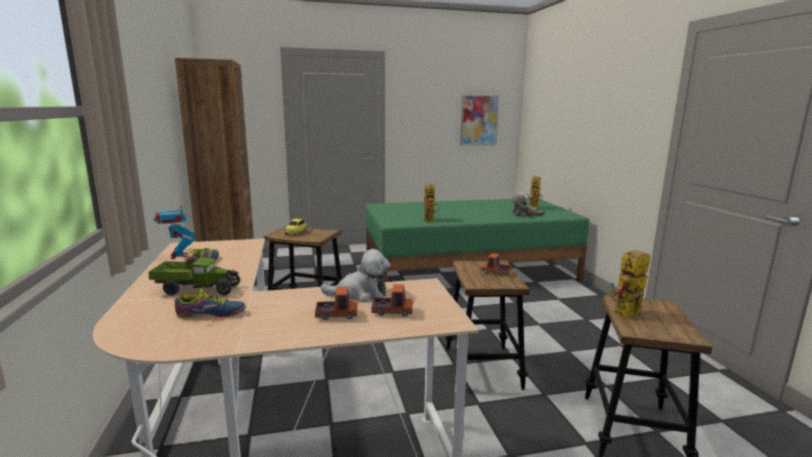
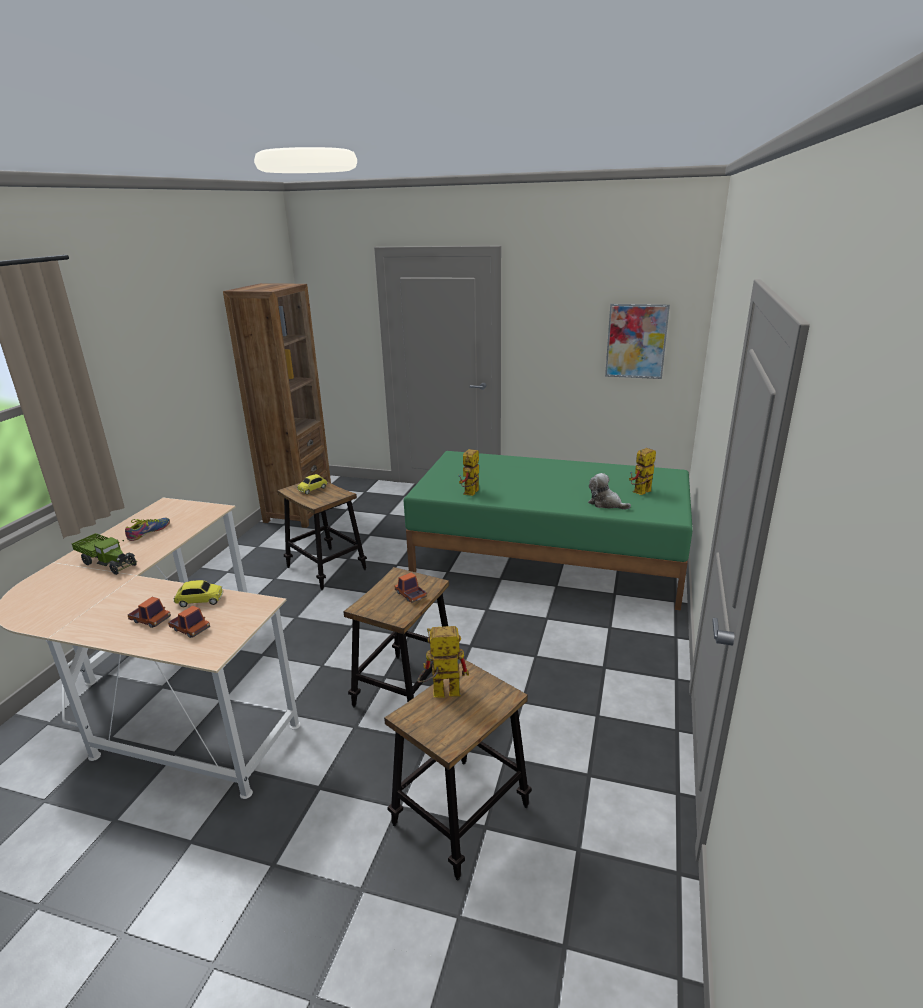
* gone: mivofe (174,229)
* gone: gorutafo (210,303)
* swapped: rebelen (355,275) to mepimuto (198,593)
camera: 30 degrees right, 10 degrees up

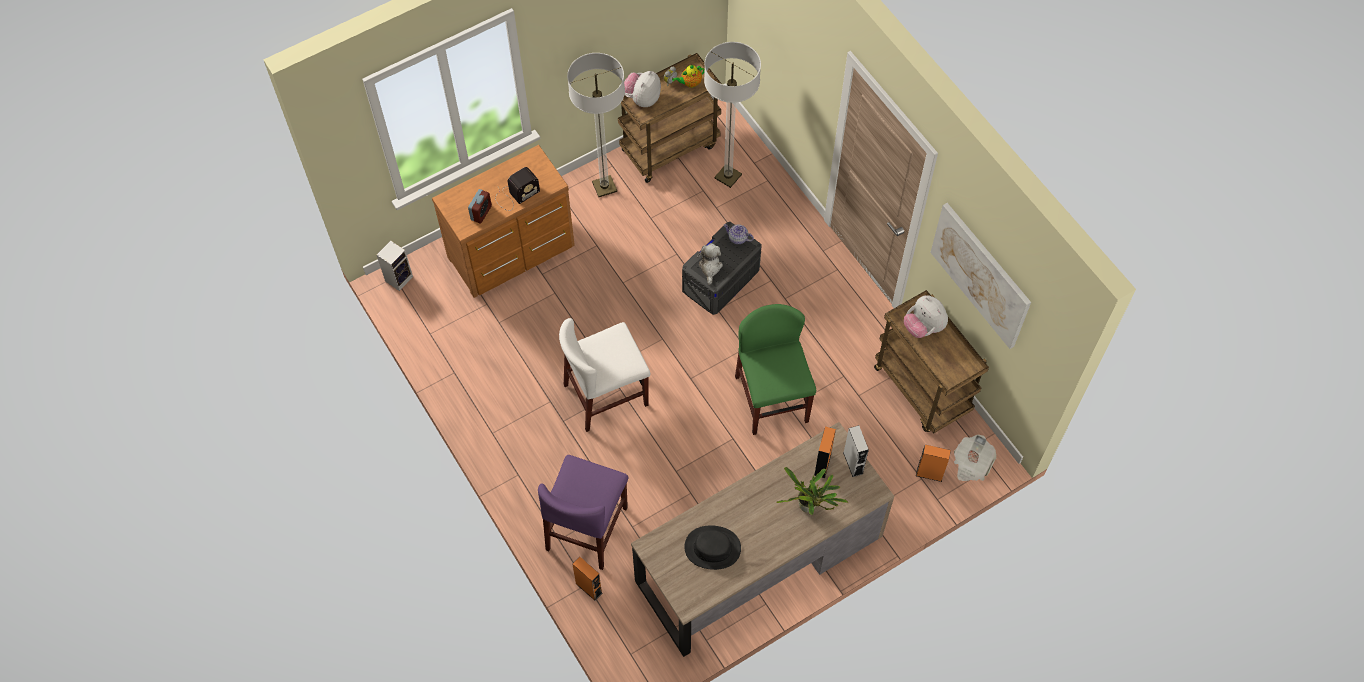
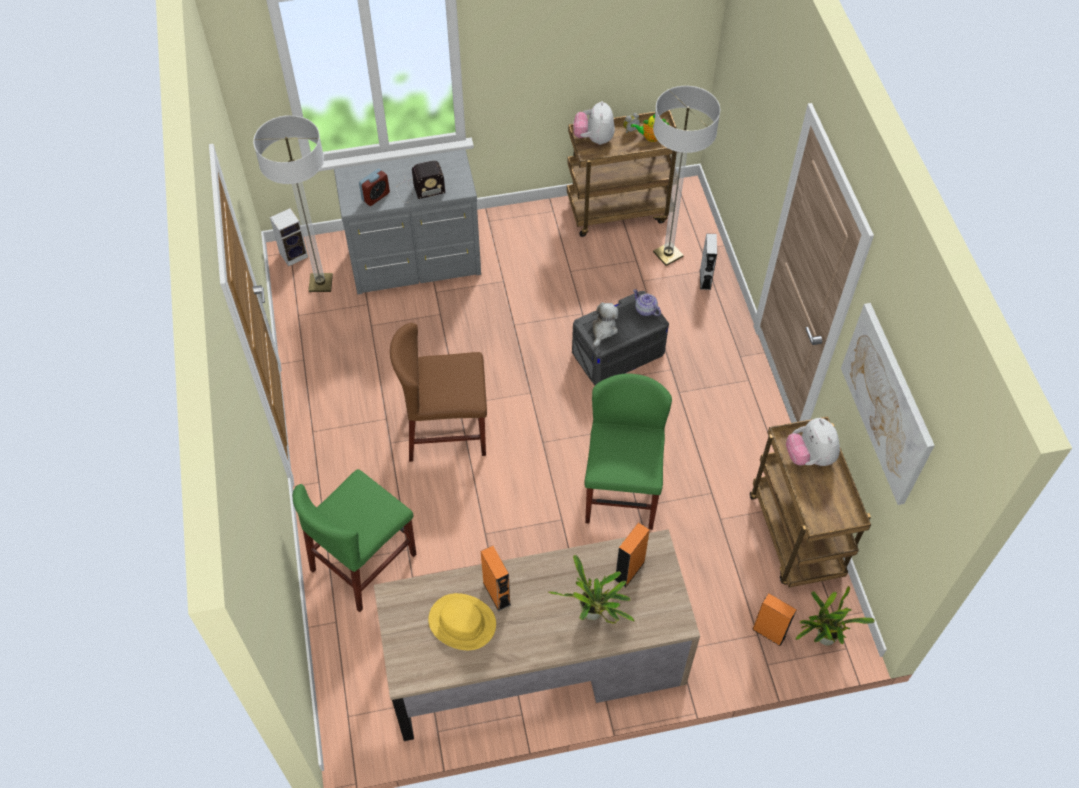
* shifted: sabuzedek (596,125) to (293,203)
* shifted: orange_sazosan (587,579) to (496,578)
* shifted: grey_sazosan (856,451) to (708,261)
* swapped: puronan (975,458) to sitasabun (835,616)
* repainted: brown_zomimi (503,221) to grey_zomimi (407,222)
* repainted: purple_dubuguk (583,512) to green_dubuguk (355,540)
* repainted: white_dubuguk (604,375) to brown_dubuguk (438,392)
* repainted: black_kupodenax (712,547) to yellow_kupodenax (462,621)
* rotated: rebelen (642,89) = (594,123) 45 degrees counterclockwise
camera: 20 degrees right, 5 degrees down

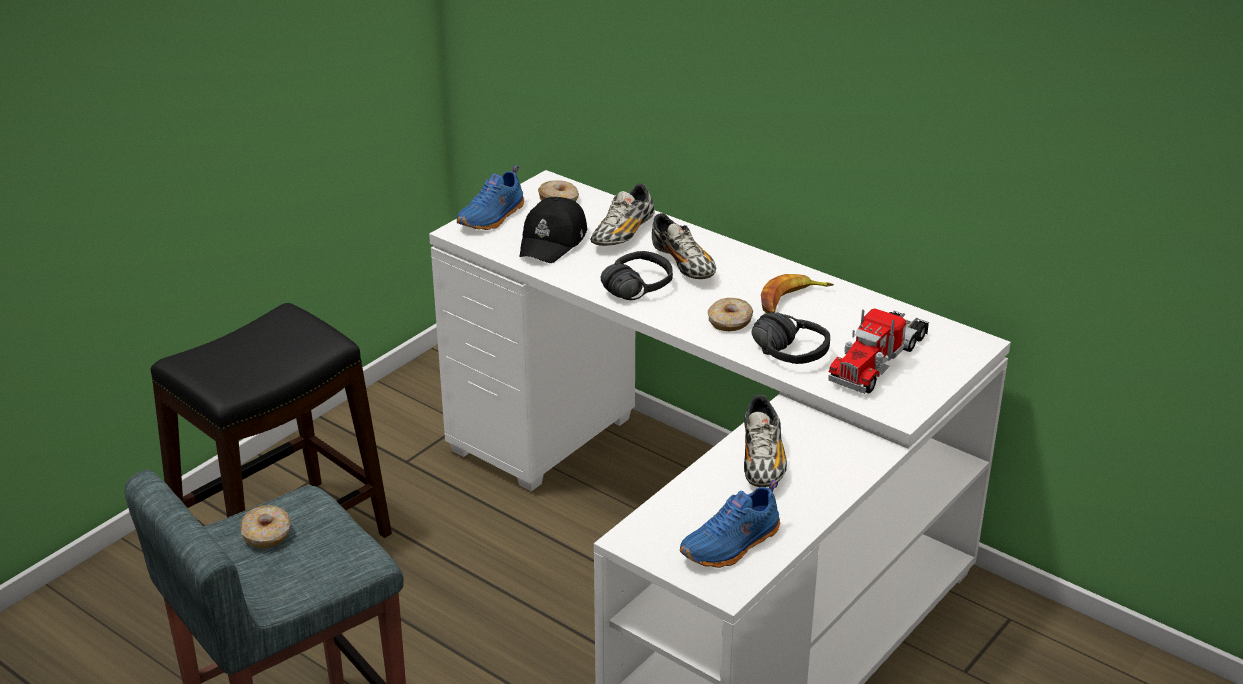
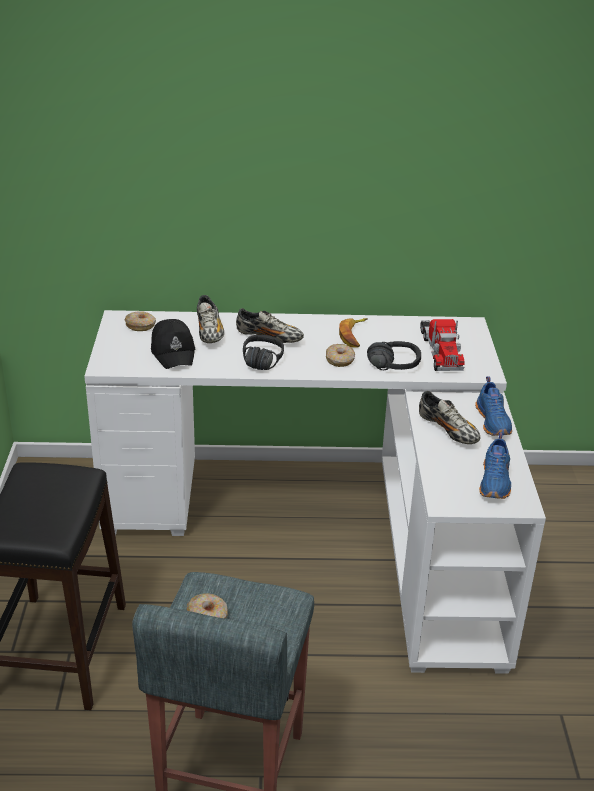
* shifted: blue_gorutafo (490,197) to (493,406)
camera: 40 degrees left, 0 degrees up

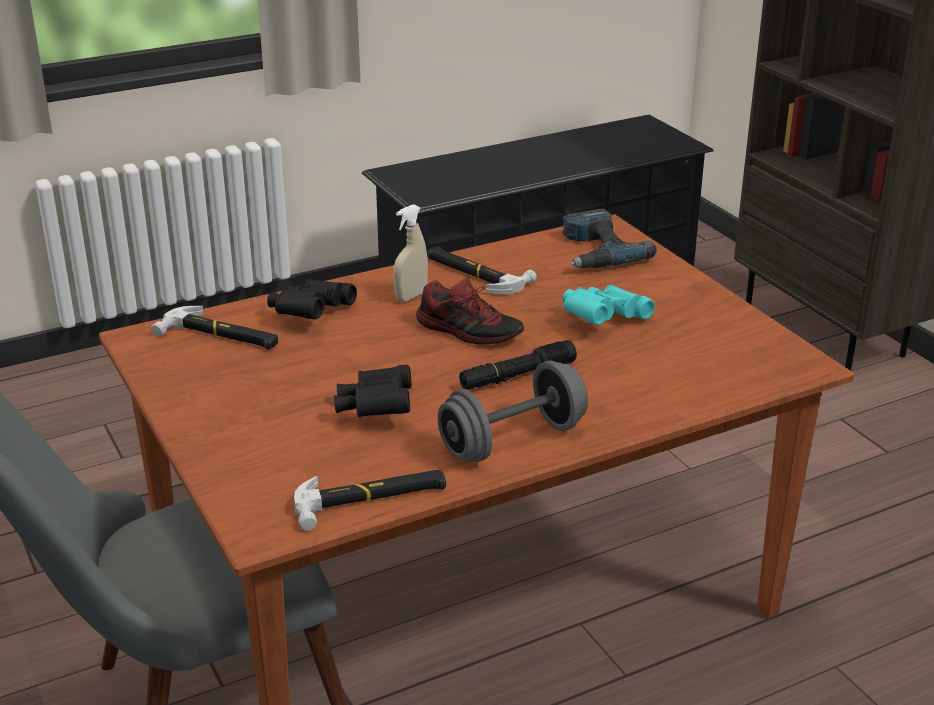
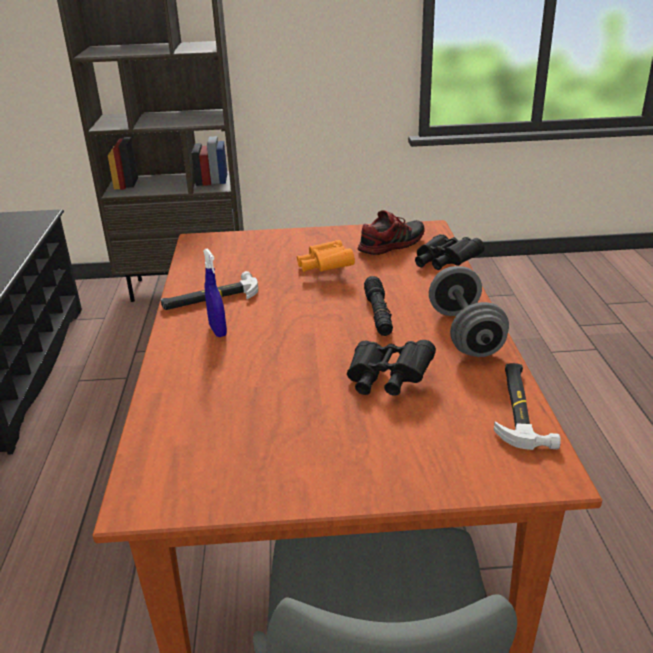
* gone: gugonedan (214,328)
* gone: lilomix (609,238)
* shifted: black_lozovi (312,299) to (450,252)
* shifted: gorutafo (470,311) to (391,232)
* repainted: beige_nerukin (411,253) to blue_nerukin (215,292)
* repainted: turquoise_lozovi (608,305) to orange_lozovi (326,256)
camera: 65 degrees left, 0 degrees up

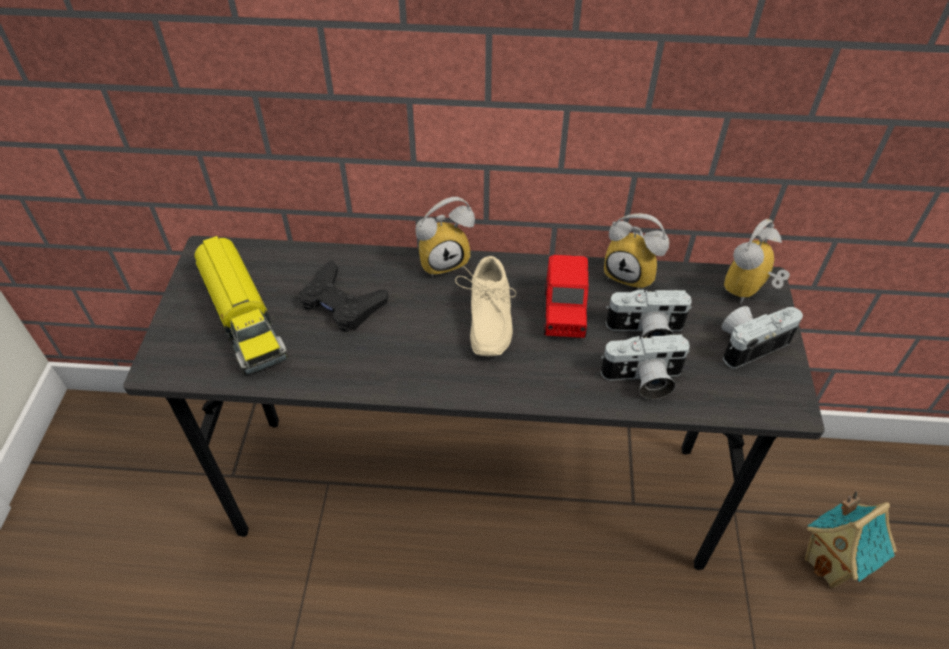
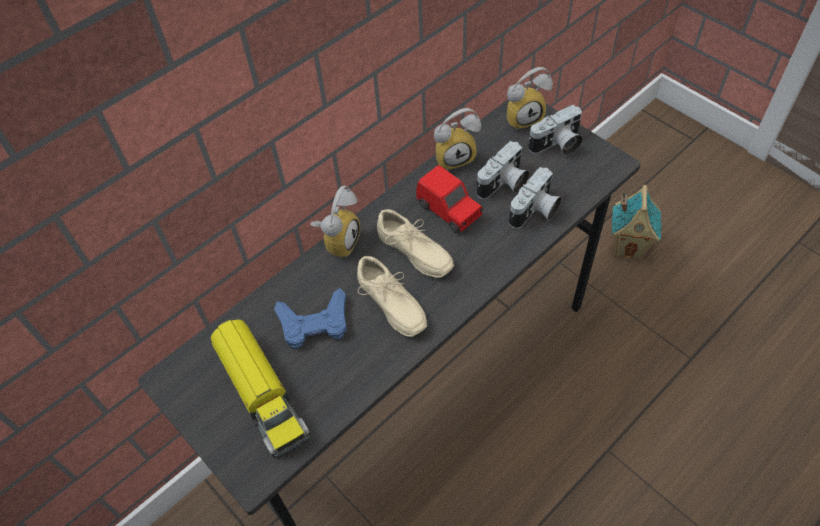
* new: beige_gorutafo (392,296)
* repainted: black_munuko (343,296) to blue_munuko (310,318)
* rotated: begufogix (240,305) = (260,389) 45 degrees clockwise
* rotated: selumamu (762,337) = (555,130) 135 degrees counterclockwise
* rotated: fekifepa (757,261) = (530,99) 105 degrees counterclockwise
camera: 45 degrees left, 5 degrees up

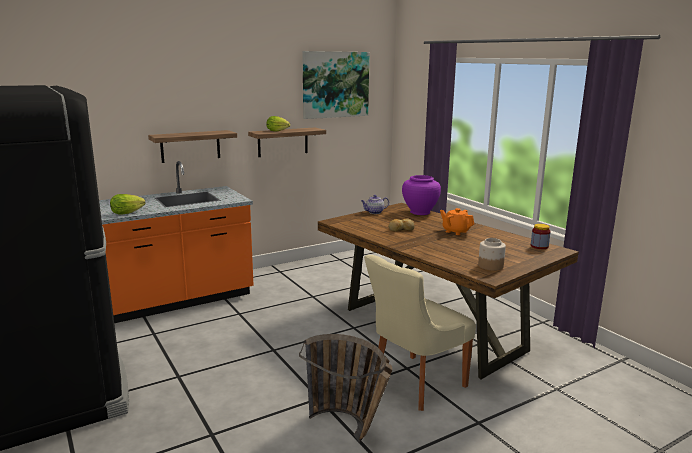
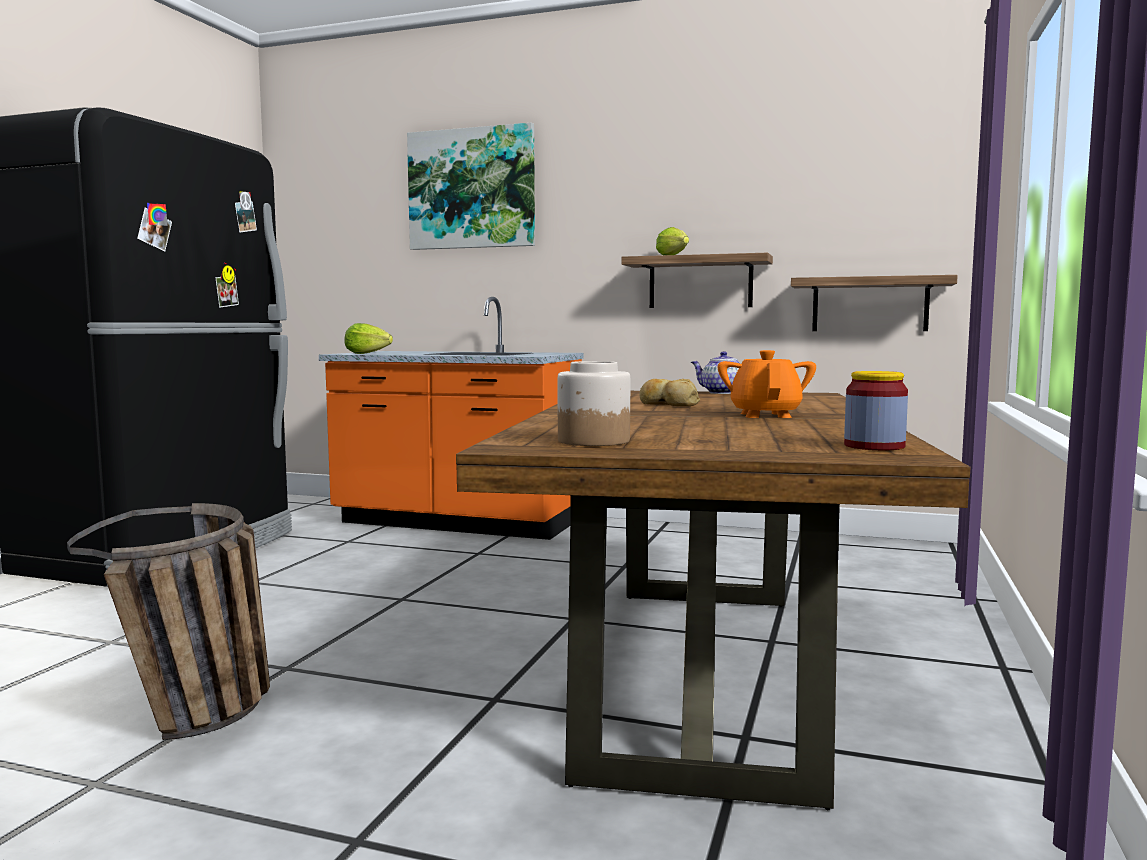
* gone: beige_dubuguk (420,333)
* gone: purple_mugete (421,195)
* shifted: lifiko (192,146) to (874,303)
* shifted: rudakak (336,85) to (471,186)
camera: 50 degrees right, 10 degrees down

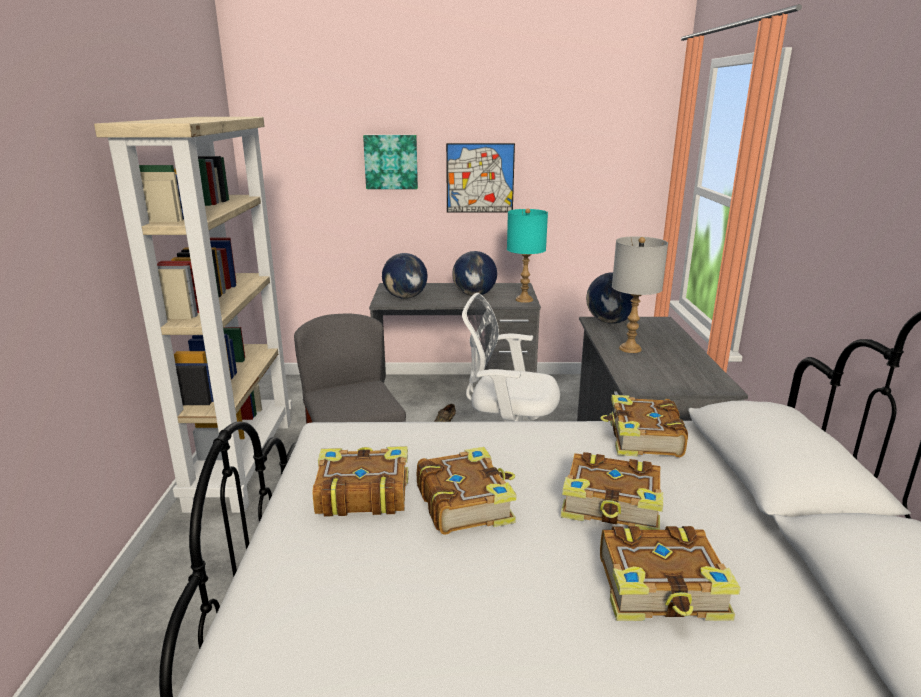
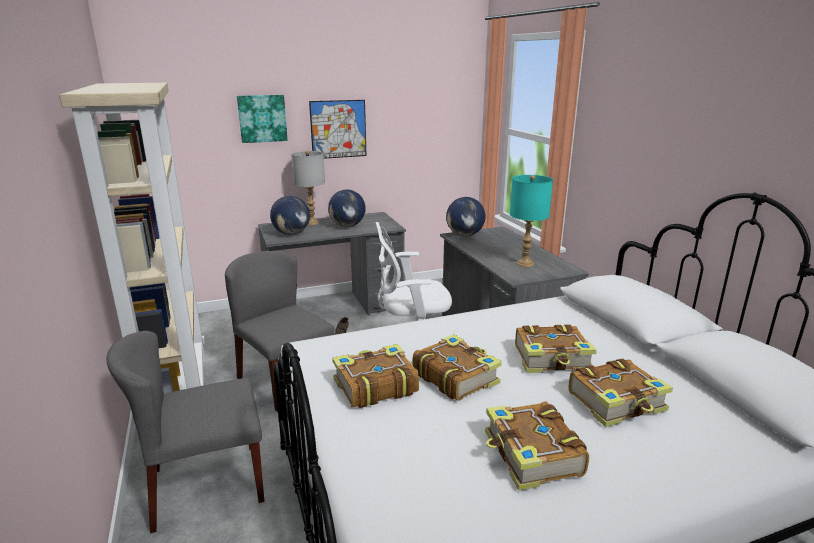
* new: grey_dubuguk (185,432)
* shifted: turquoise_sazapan (527,255) to (531,221)
* shifted: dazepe (644,426) to (537,446)
* shifted: grey_sazapan (640,294) to (308,188)
camera: 20 degrees left, 0 degrees up

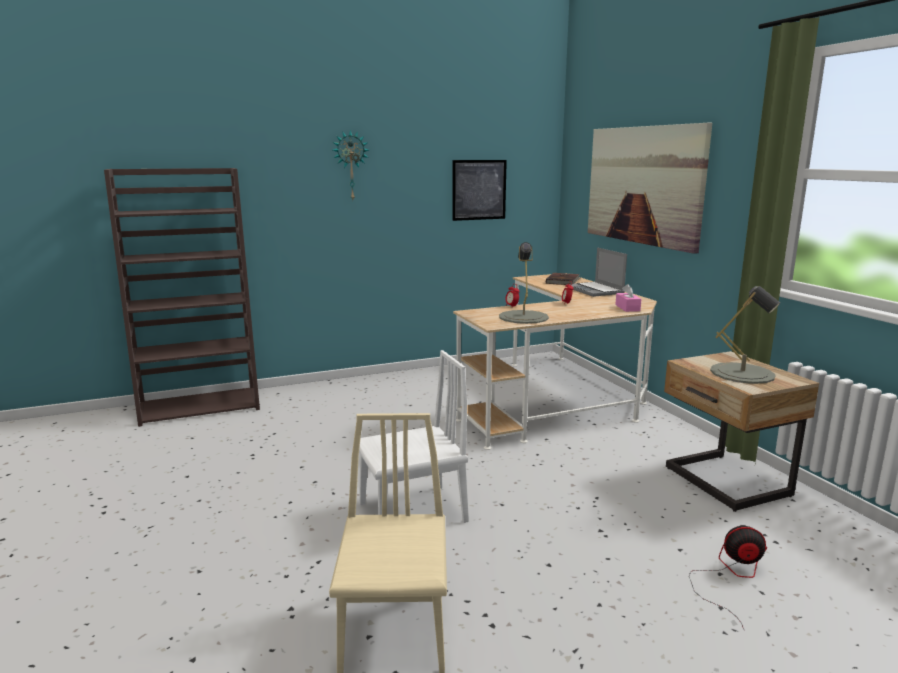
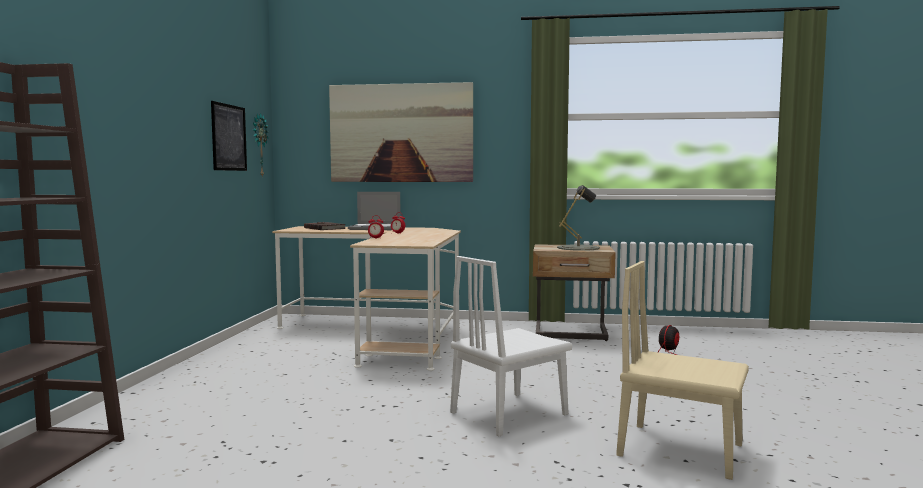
* gone: grey_sazapan (524,283)
* gone: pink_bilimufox (628,298)
* shifted: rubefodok (351,165) to (260,145)
* rotated: white_dubuguk (414,436) = (511,346) 135 degrees counterclockwise
camera: 60 degrees left, 10 degrees down

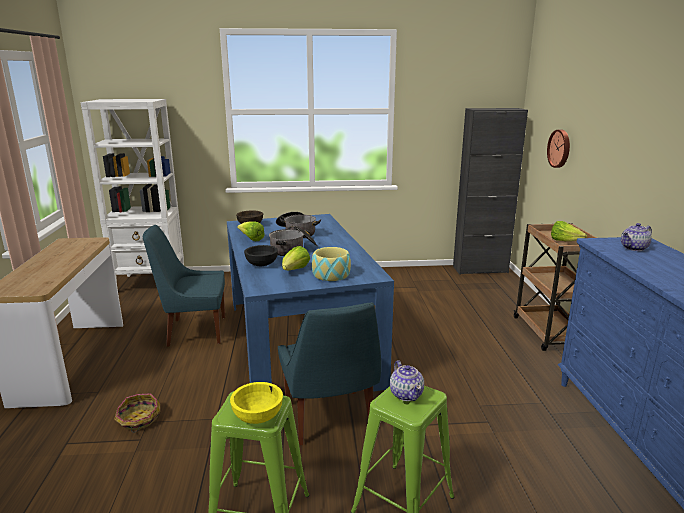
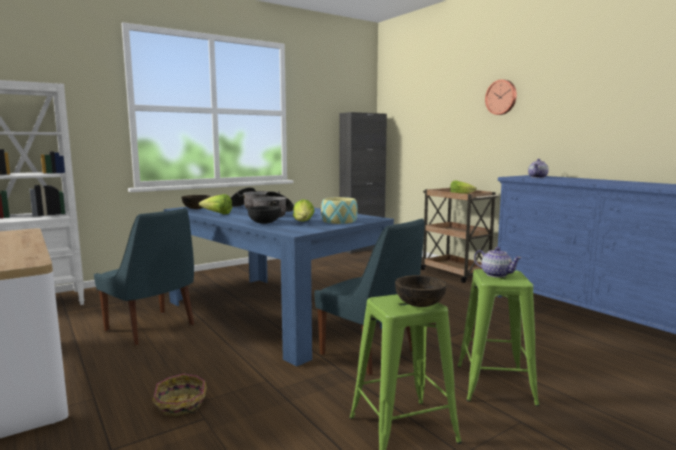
* shifted: rubefodok (558,149) to (501,97)
* repainted: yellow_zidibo (256,403) to brown_zidibo (421,291)
* rotated: blue_dubuguk (184,286) = (144,276) 105 degrees counterclockwise
camera: 30 degrees left, 10 degrees down

